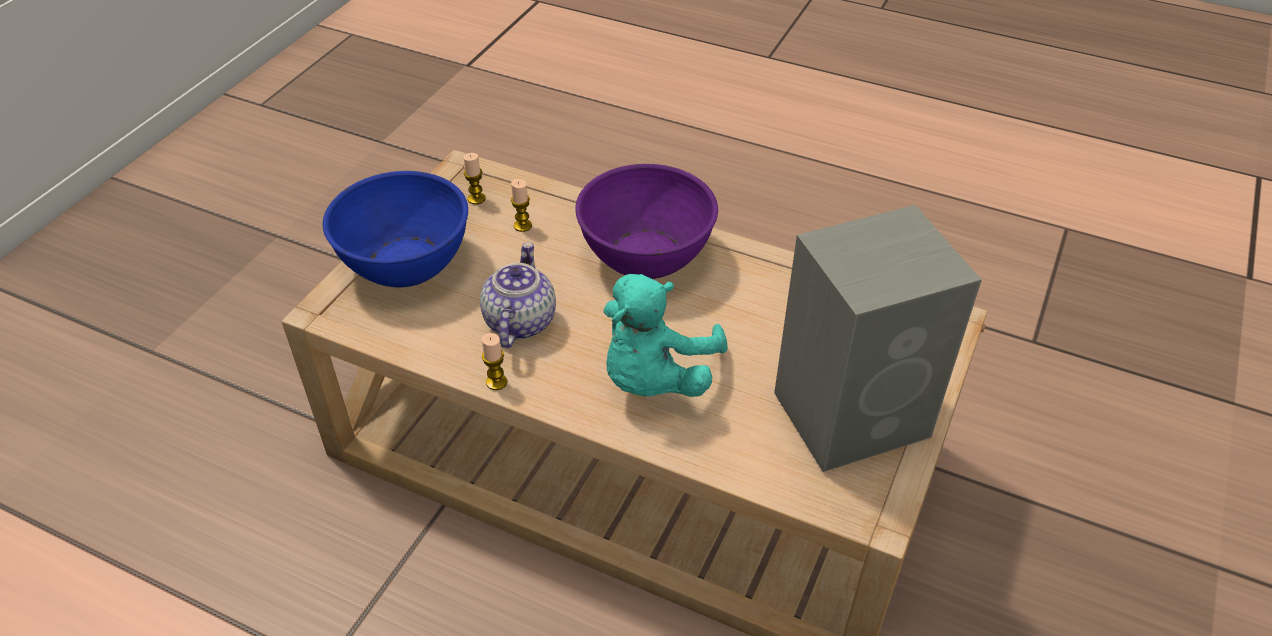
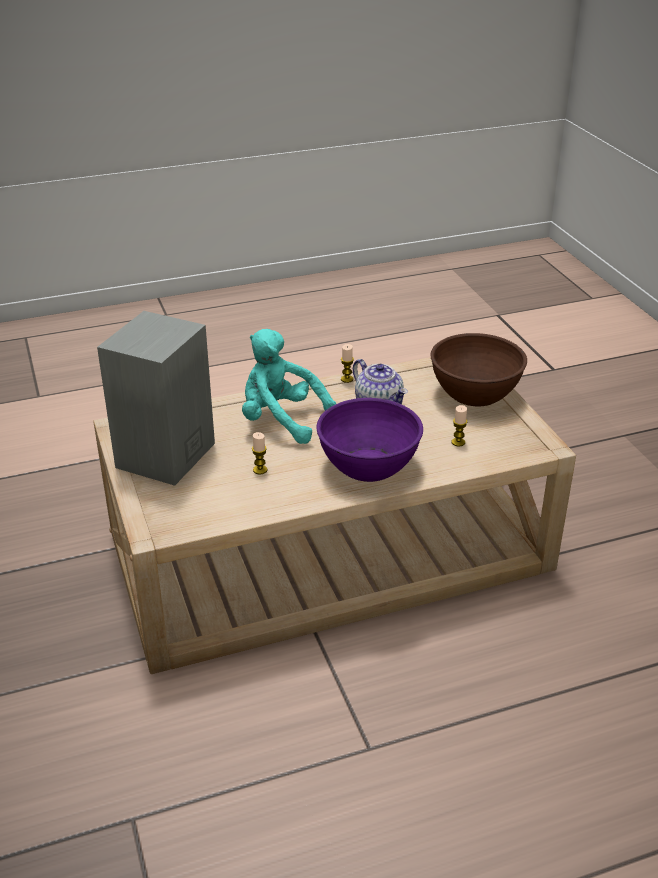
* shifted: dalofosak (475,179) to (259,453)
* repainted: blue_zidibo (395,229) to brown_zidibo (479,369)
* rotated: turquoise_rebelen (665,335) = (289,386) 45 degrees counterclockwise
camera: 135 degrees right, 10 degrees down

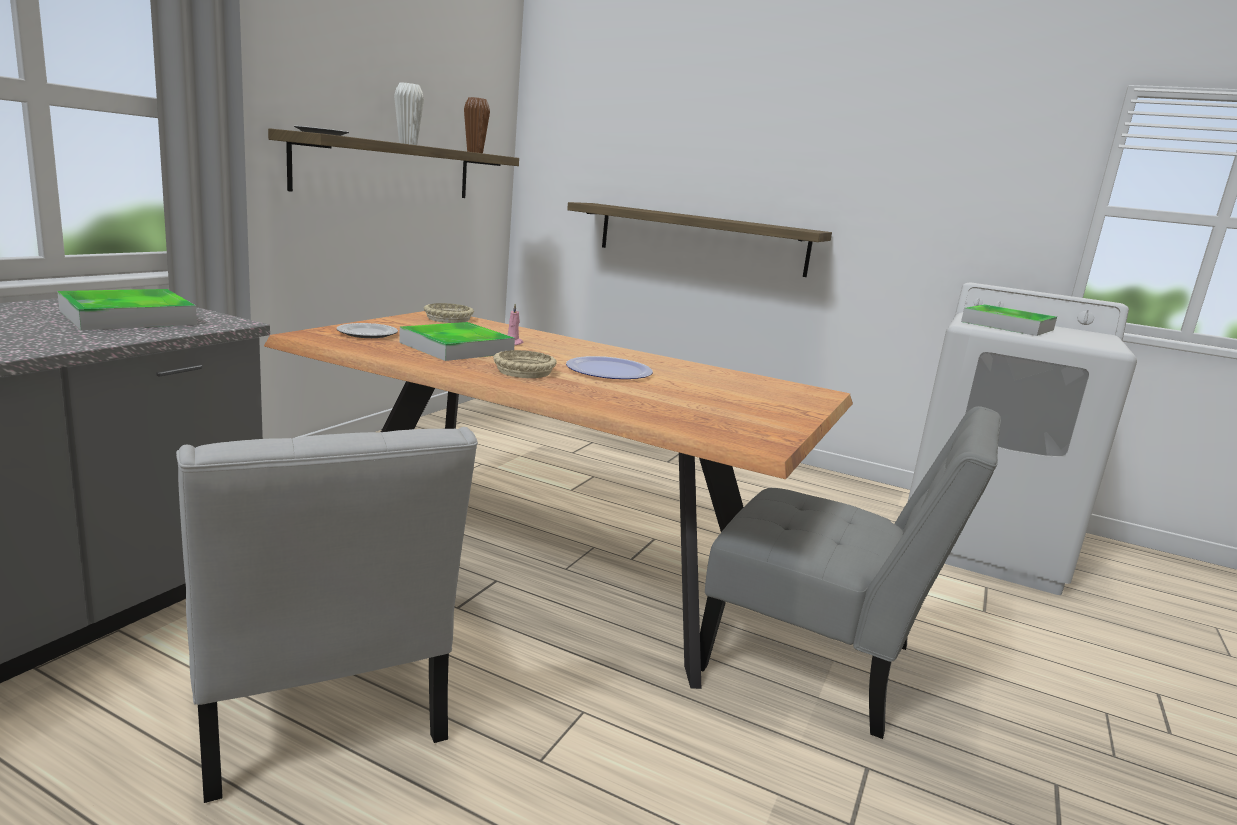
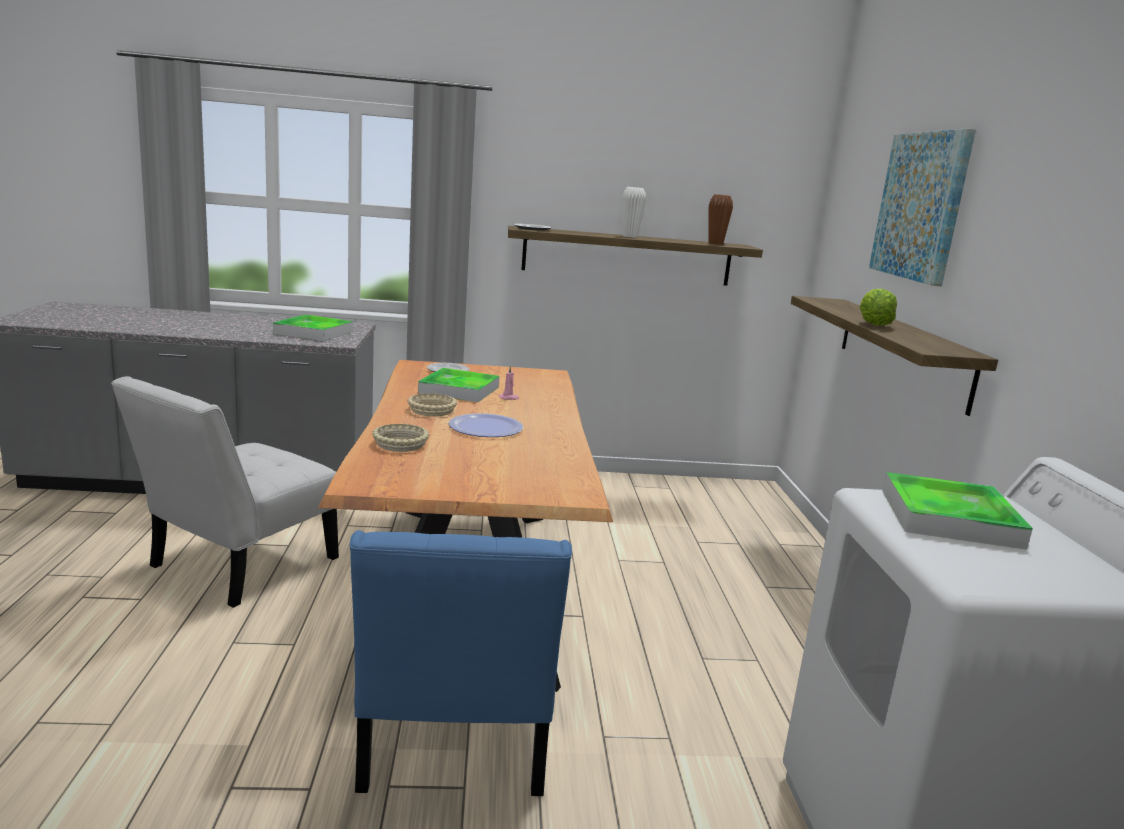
* new: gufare (878,307)
* new: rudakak (922,207)
* shifted: beige_zidibo (449,313) to (400,437)
* repainted: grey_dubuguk (850,572) to blue_dubuguk (461,663)
camera: 60 degrees right, 0 degrees up

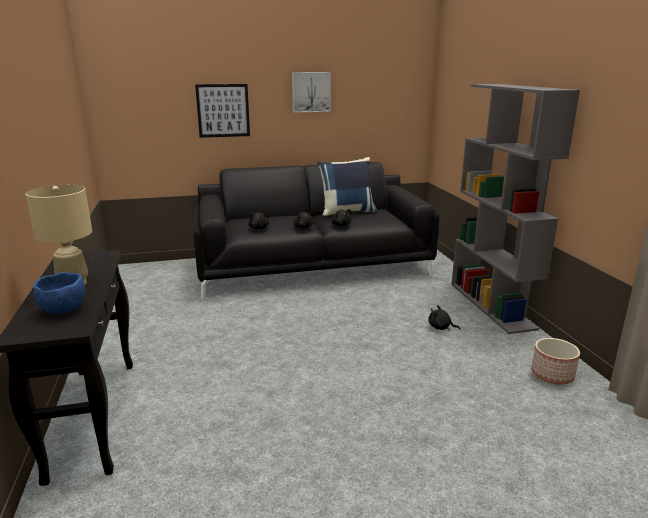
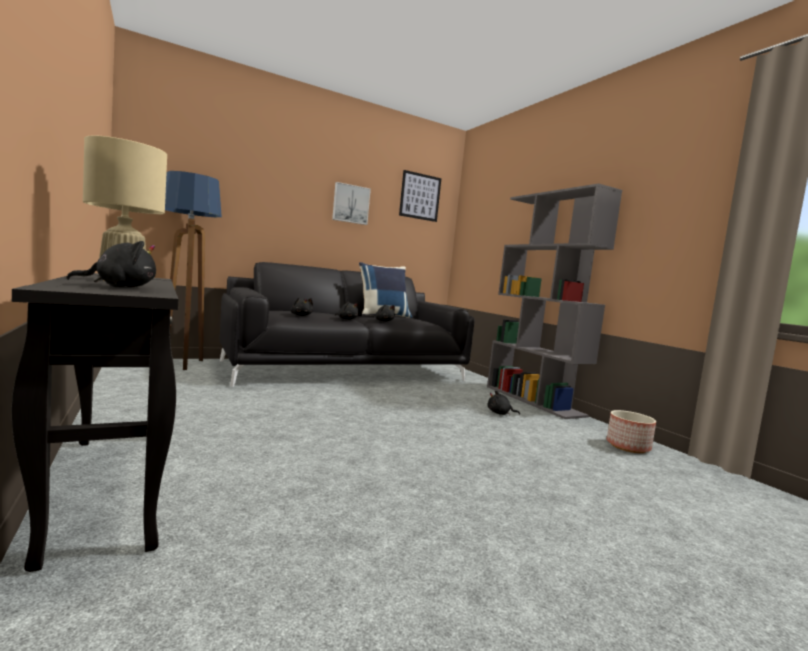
* new: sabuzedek (193,270)
* shifted: rudakak (222,111) to (420,196)
* swapped: blue_zidibo (59,293) to black_rebelen (111,264)
camera: 15 degrees left, 15 degrees down

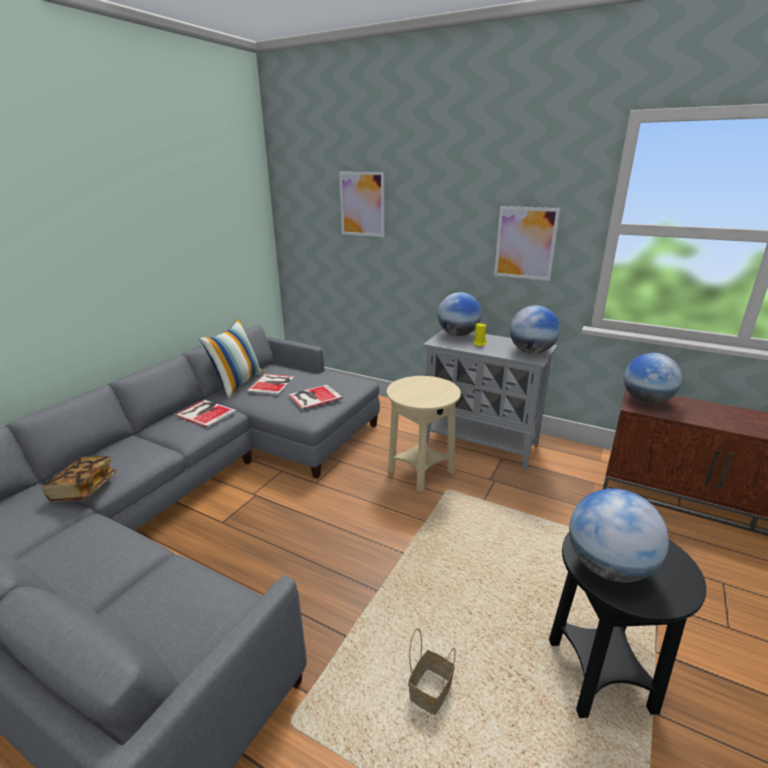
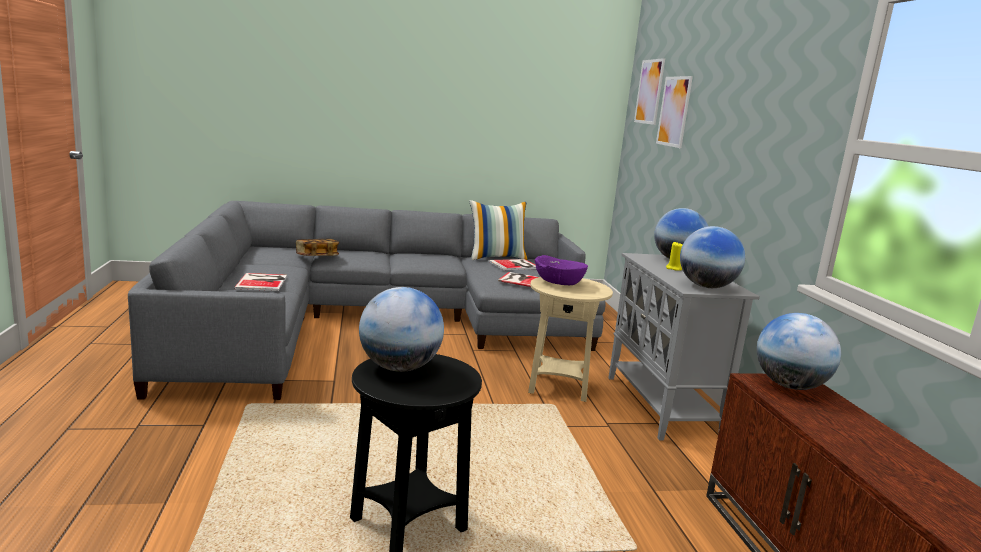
* gone: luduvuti (432,671)
* new: purple_zidibo (561,270)
* shifted: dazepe (206,414) to (260,282)
* shifted: rudakak (527,243) to (649,91)
camera: 50 degrees right, 10 degrees down

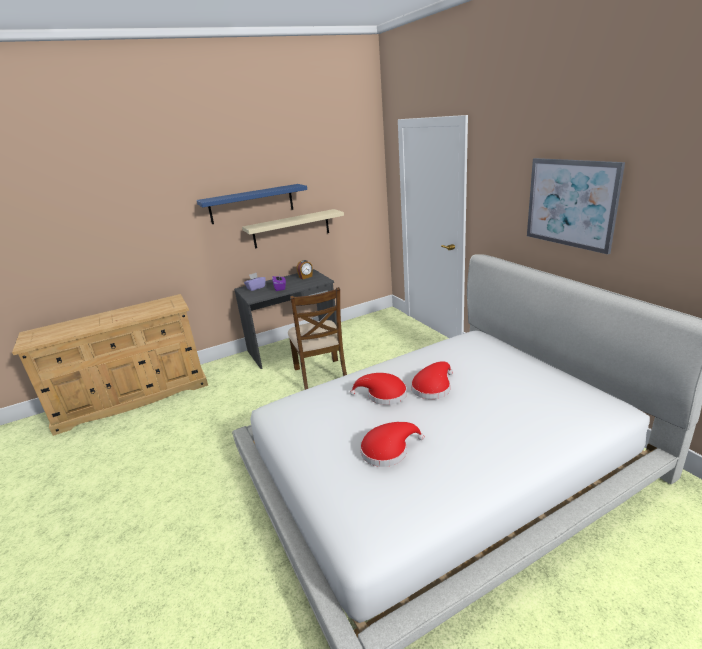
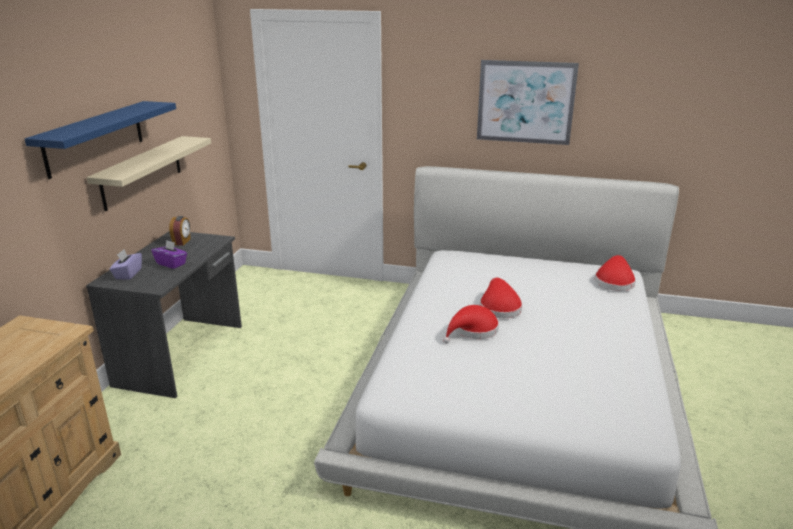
* gone: brown_dubuguk (317,338)
* shifted: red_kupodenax (392,444) to (615,273)
camera: 50 degrees left, 0 degrees up

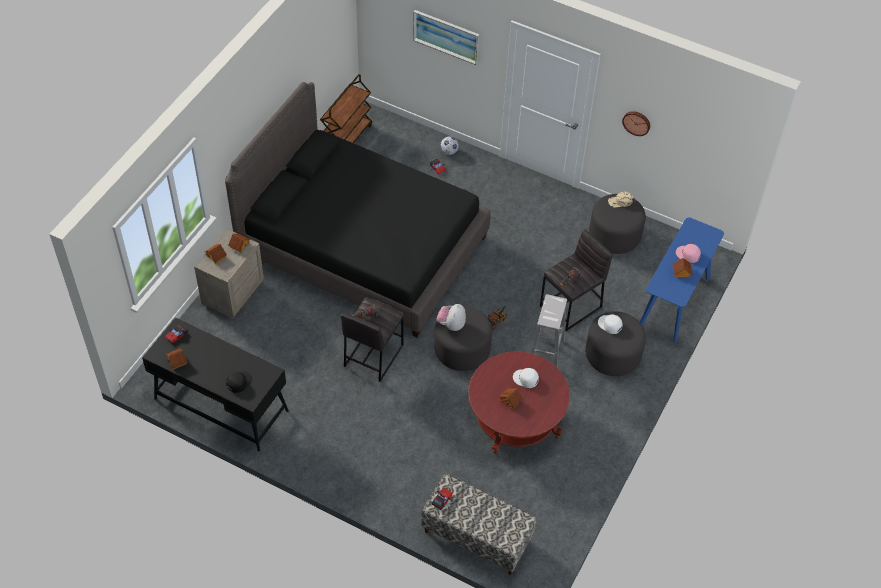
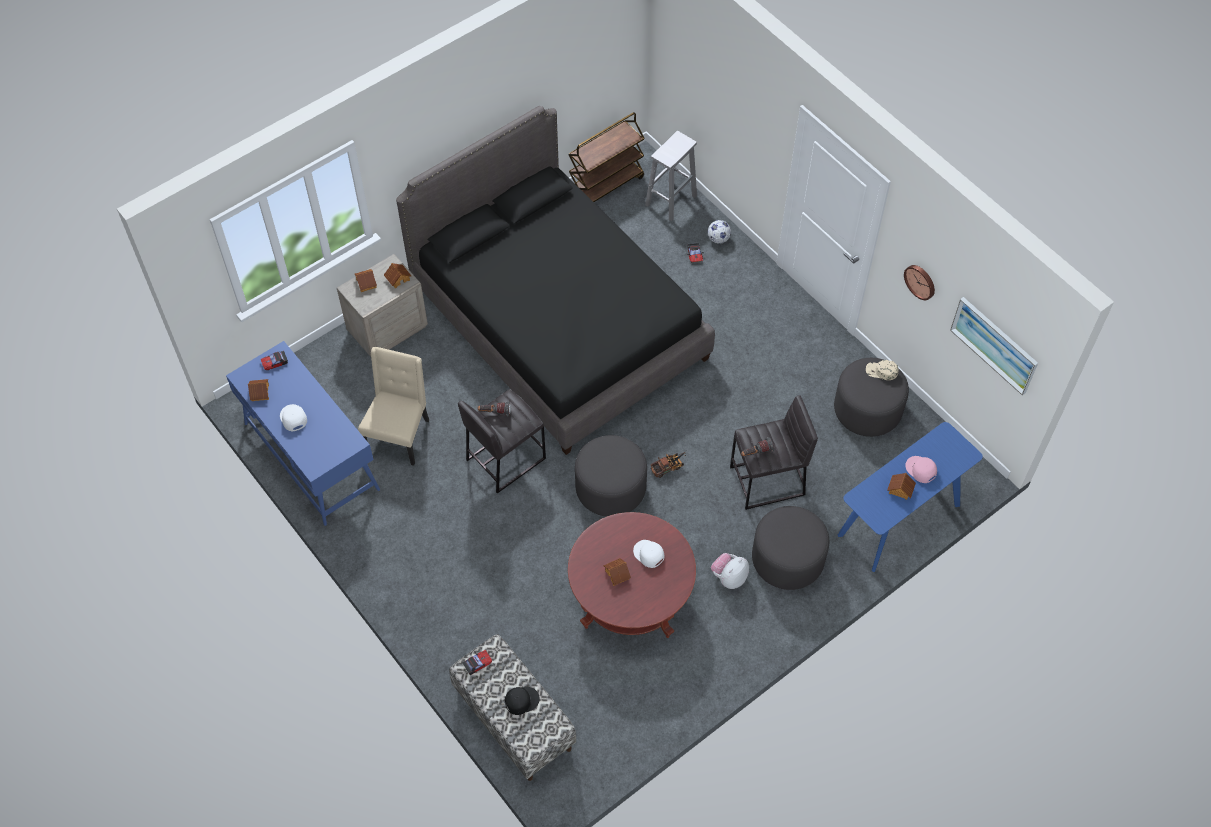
* new: beige_dubuguk (393,406)
* shifted: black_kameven (239,382) to (522,701)
* shifted: rudakak (446,37) to (994,346)
* shifted: rebelen (451,317) to (730,571)
* shifted: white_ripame (549,331) to (671,176)
* shifted: white_kameven (610,324) to (293,417)
* repainted: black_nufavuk (215,384) to blue_nufavuk (303,433)
camera: 25 degrees right, 5 degrees up

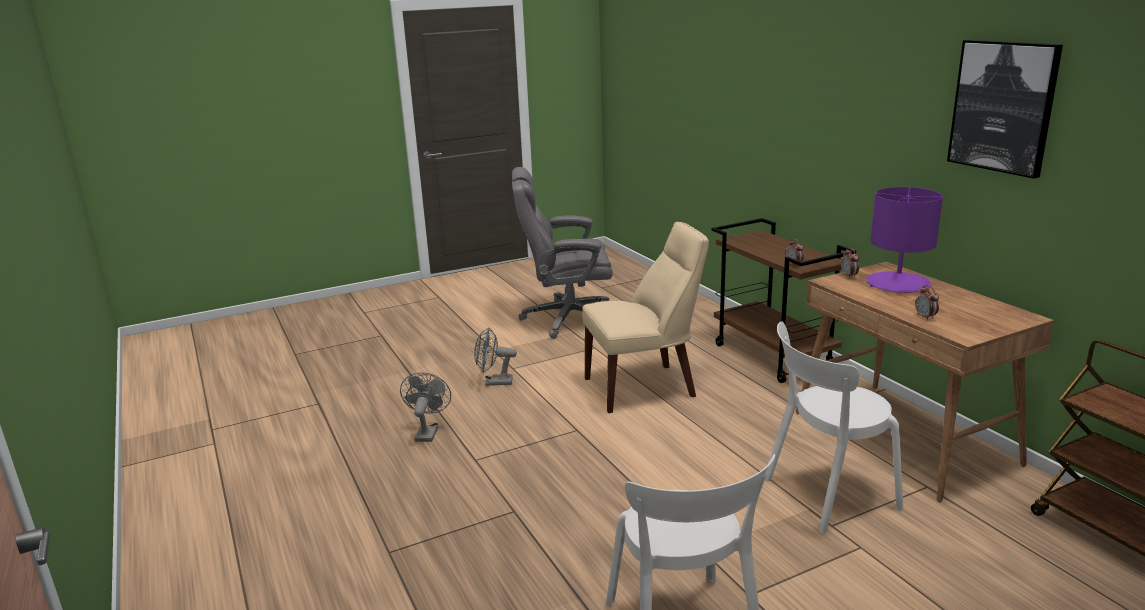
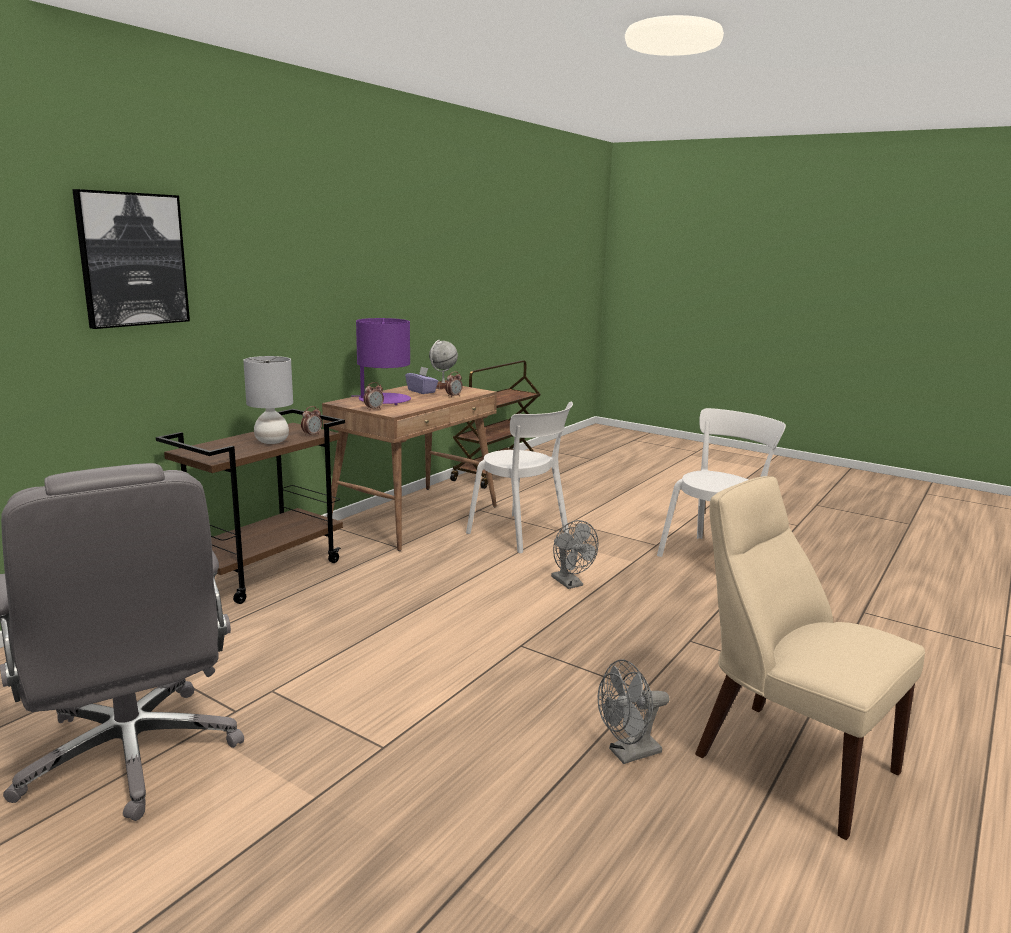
* new: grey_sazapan (268,400)
* new: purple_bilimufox (422,380)
* new: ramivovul (443,364)
* shifted: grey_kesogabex (495,356) to (574,554)
* shifted: beige_dubuguk (645,317) to (810,658)
* shifted: rudakak (1005,109) to (131,259)
camera: 120 degrees left, 5 degrees down

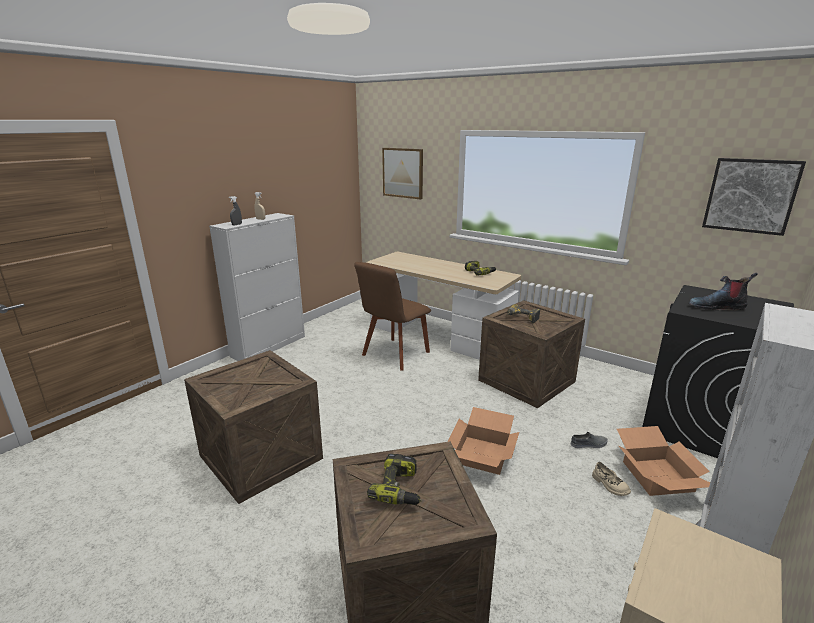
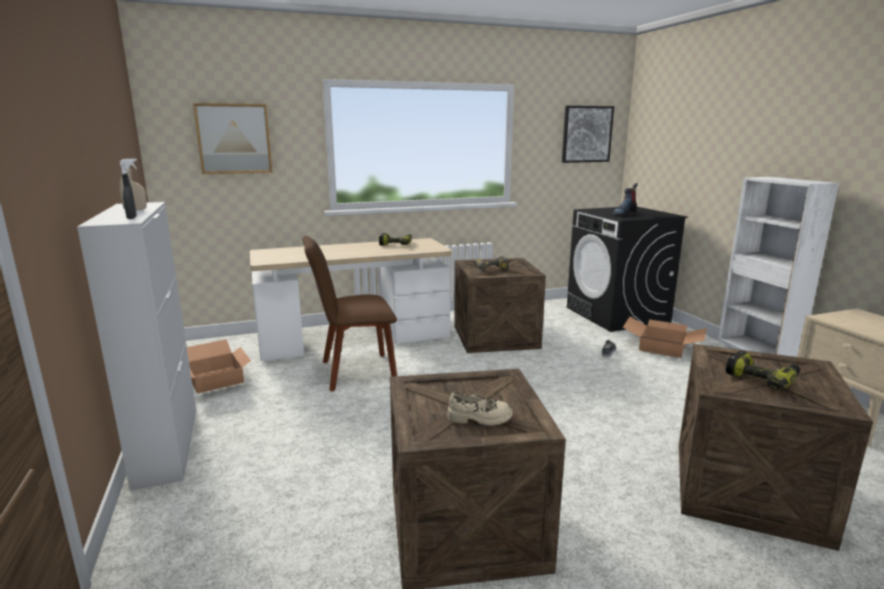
* shifted: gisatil (483,441) to (219,366)
* shifted: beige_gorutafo (611,479) to (480,409)
* rotated: brown_dubuguk (392,316) = (349,314) 90 degrees clockwise
camera: 55 degrees left, 5 degrees down

